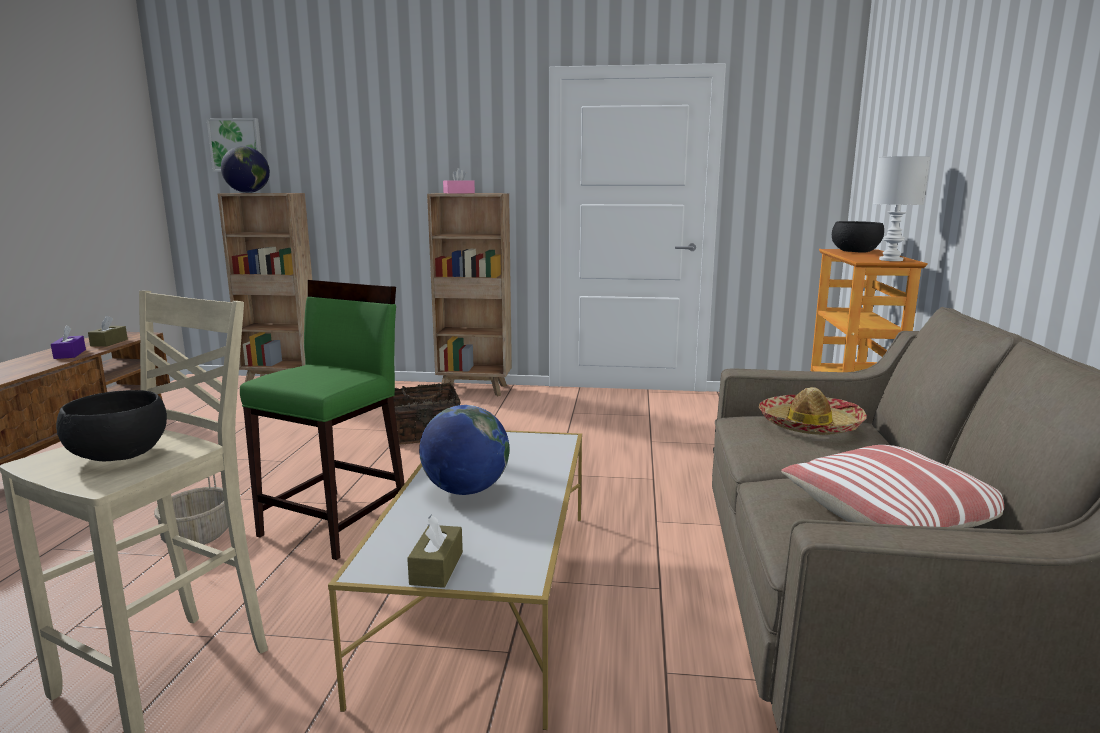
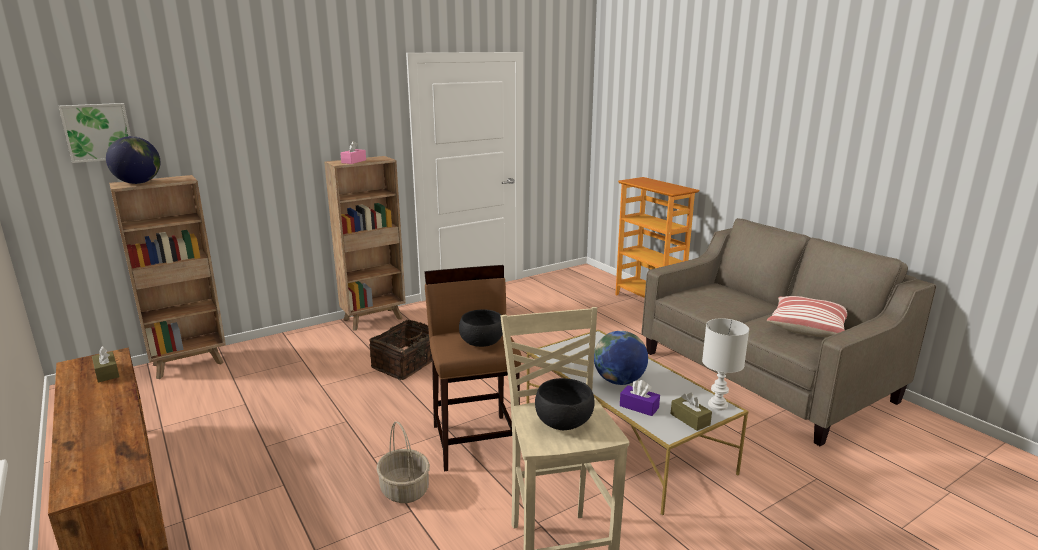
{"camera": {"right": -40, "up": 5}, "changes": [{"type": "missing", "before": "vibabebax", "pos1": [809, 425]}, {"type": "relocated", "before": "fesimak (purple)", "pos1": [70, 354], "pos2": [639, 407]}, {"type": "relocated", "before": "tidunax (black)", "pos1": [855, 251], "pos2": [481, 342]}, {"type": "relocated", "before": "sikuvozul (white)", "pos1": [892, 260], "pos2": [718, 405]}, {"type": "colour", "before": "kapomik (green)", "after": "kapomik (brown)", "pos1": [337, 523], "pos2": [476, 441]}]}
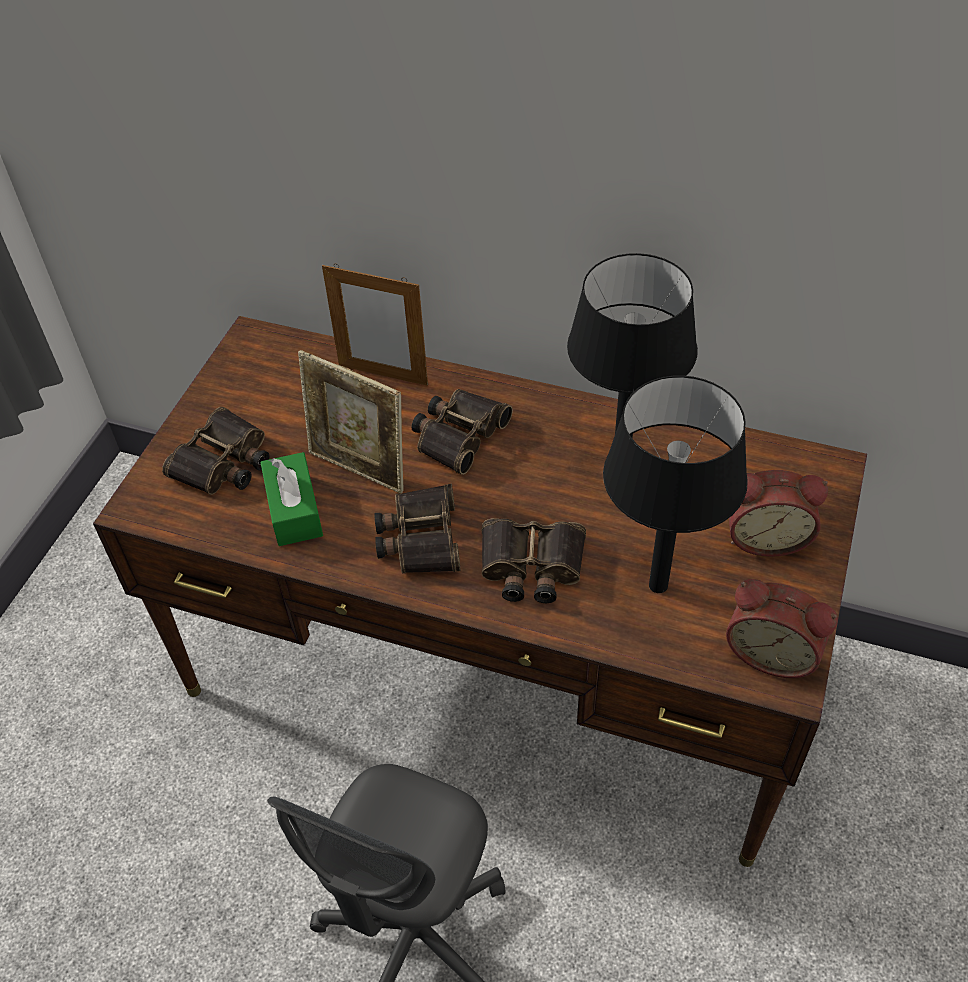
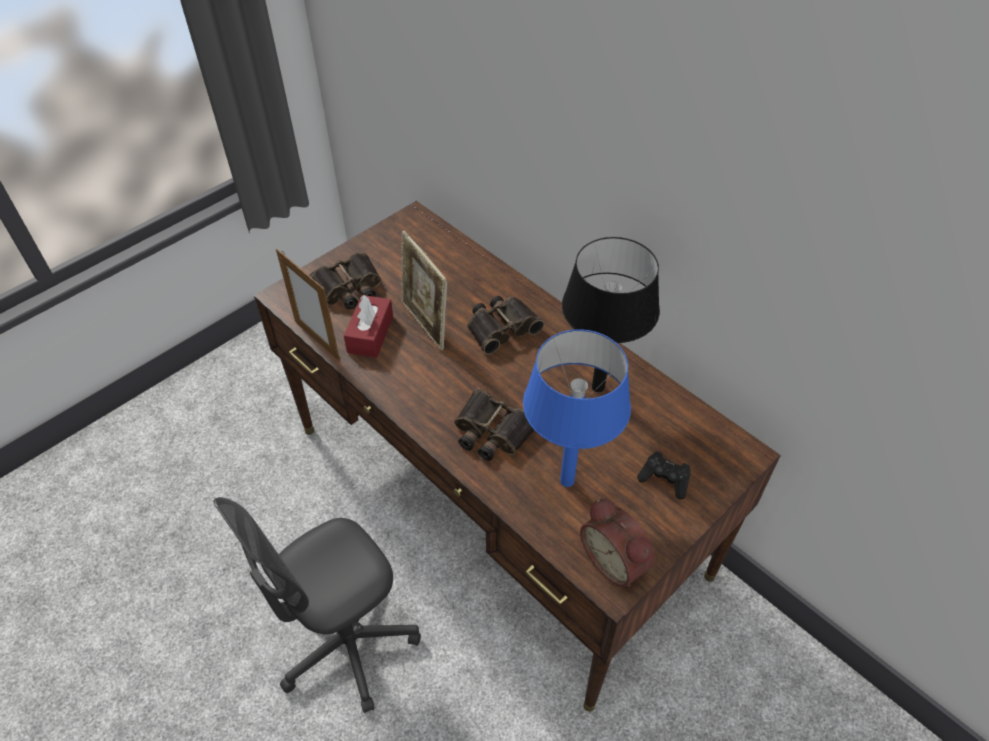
{"camera": {"right": 25, "up": 0}, "changes": [{"type": "missing", "before": "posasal", "pos1": [419, 537]}, {"type": "relocated", "before": "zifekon", "pos1": [383, 374], "pos2": [317, 340]}, {"type": "exchanged", "before": "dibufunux", "after": "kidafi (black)", "pos1": [765, 536], "pos2": [664, 480]}, {"type": "colour", "before": "fesimak (green)", "after": "fesimak (red)", "pos1": [294, 510], "pos2": [370, 334]}, {"type": "colour", "before": "sikuvozul (black)", "after": "sikuvozul (blue)", "pos1": [658, 584], "pos2": [567, 480]}]}
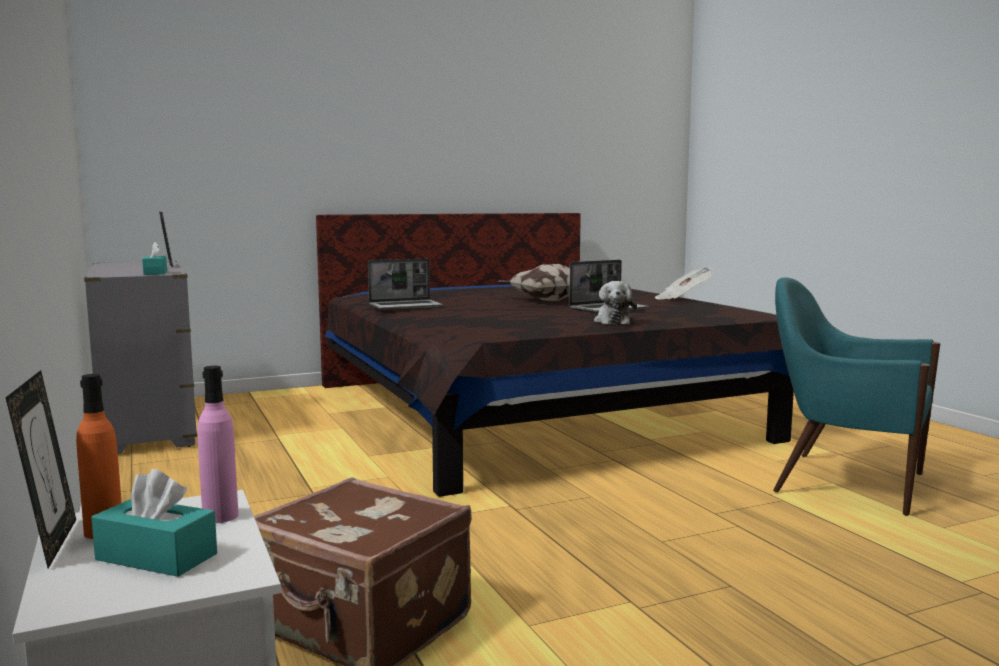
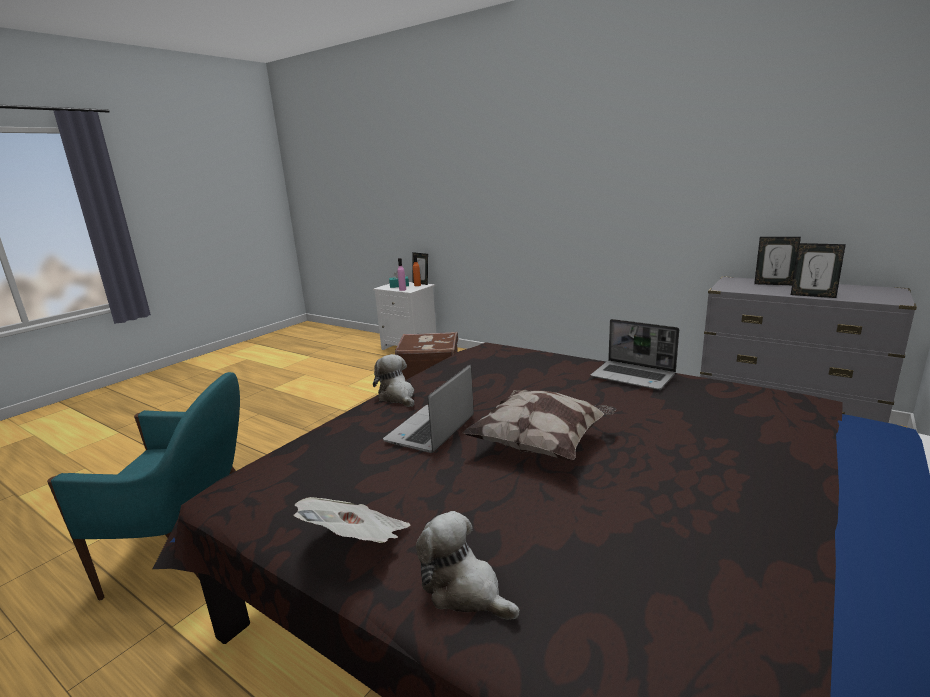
{"camera": {"right": 150, "up": 10}, "changes": [{"type": "missing", "before": "fesimak (turquoise)", "pos1": [155, 273]}, {"type": "appeared", "after": "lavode", "pos2": [465, 590]}, {"type": "appeared", "after": "zifekon", "pos2": [773, 284]}, {"type": "spun", "before": "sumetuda", "pos1": [406, 306], "pos2": [634, 376], "turn": -90}]}
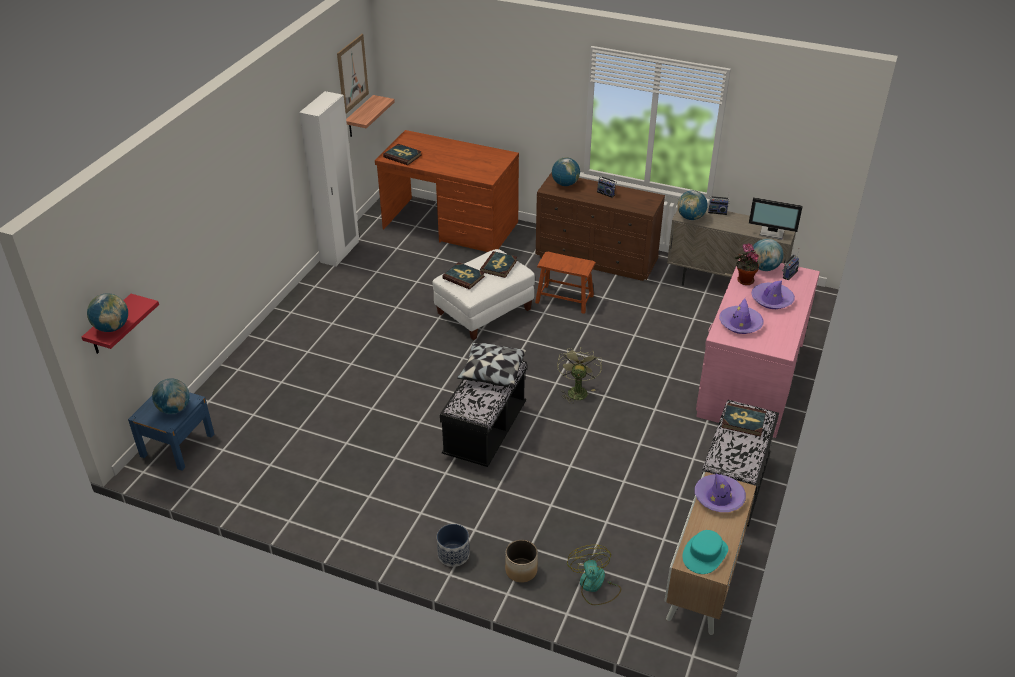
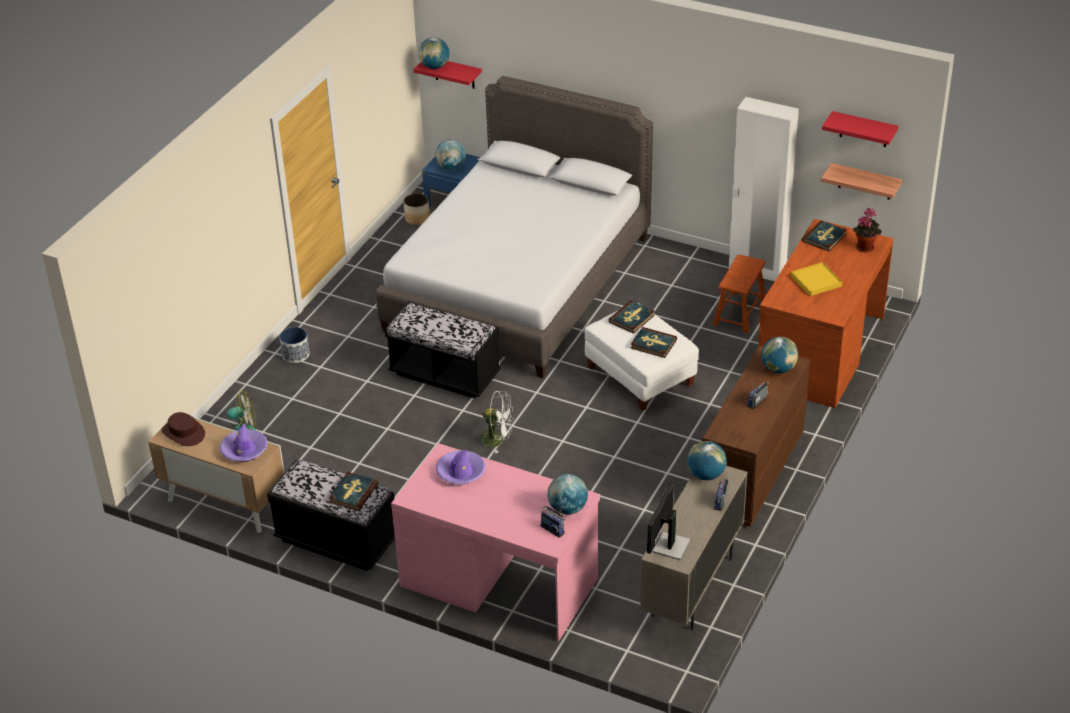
{"camera": {"right": 95, "up": 0}, "changes": [{"type": "missing", "before": "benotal", "pos1": [492, 372]}, {"type": "missing", "before": "vibabebax (purple)", "pos1": [771, 300]}, {"type": "appeared", "after": "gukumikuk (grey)", "pos2": [518, 283]}, {"type": "appeared", "after": "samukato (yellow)", "pos2": [816, 281]}, {"type": "relocated", "before": "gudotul", "pos1": [521, 570], "pos2": [417, 218]}, {"type": "relocated", "before": "kapomik (brown)", "pos1": [564, 299], "pos2": [739, 312]}, {"type": "relocated", "before": "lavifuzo", "pos1": [743, 280], "pos2": [865, 247]}, {"type": "exchanged", "before": "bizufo", "after": "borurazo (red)", "pos1": [352, 74], "pos2": [863, 129]}, {"type": "colour", "before": "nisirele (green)", "after": "nisirele (white)", "pos1": [577, 390], "pos2": [498, 440]}, {"type": "colour", "before": "vibabebax (turquoise)", "after": "vibabebax (brown)", "pos1": [704, 554], "pos2": [184, 433]}]}
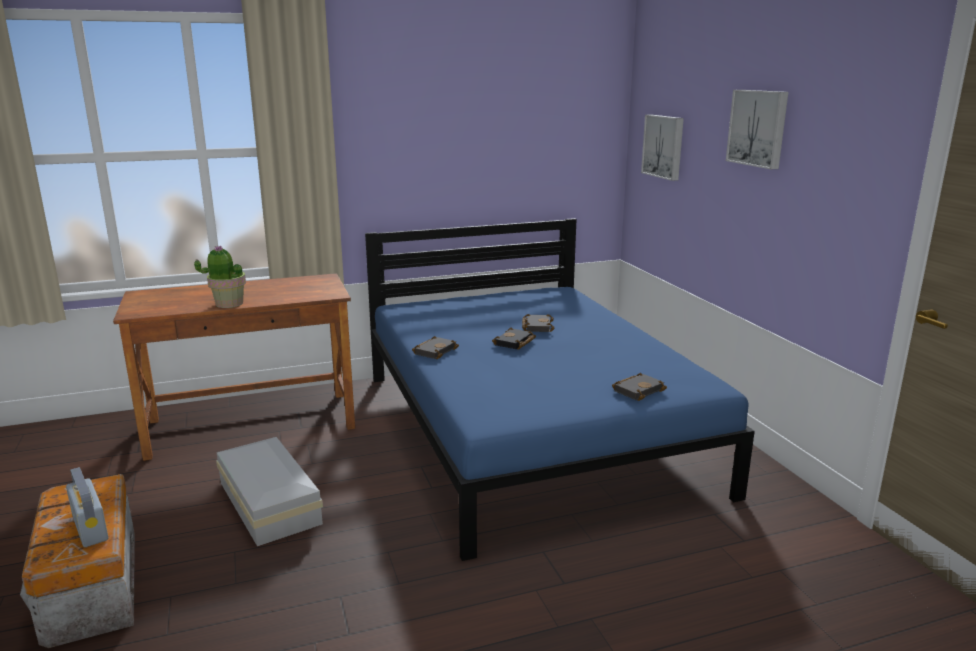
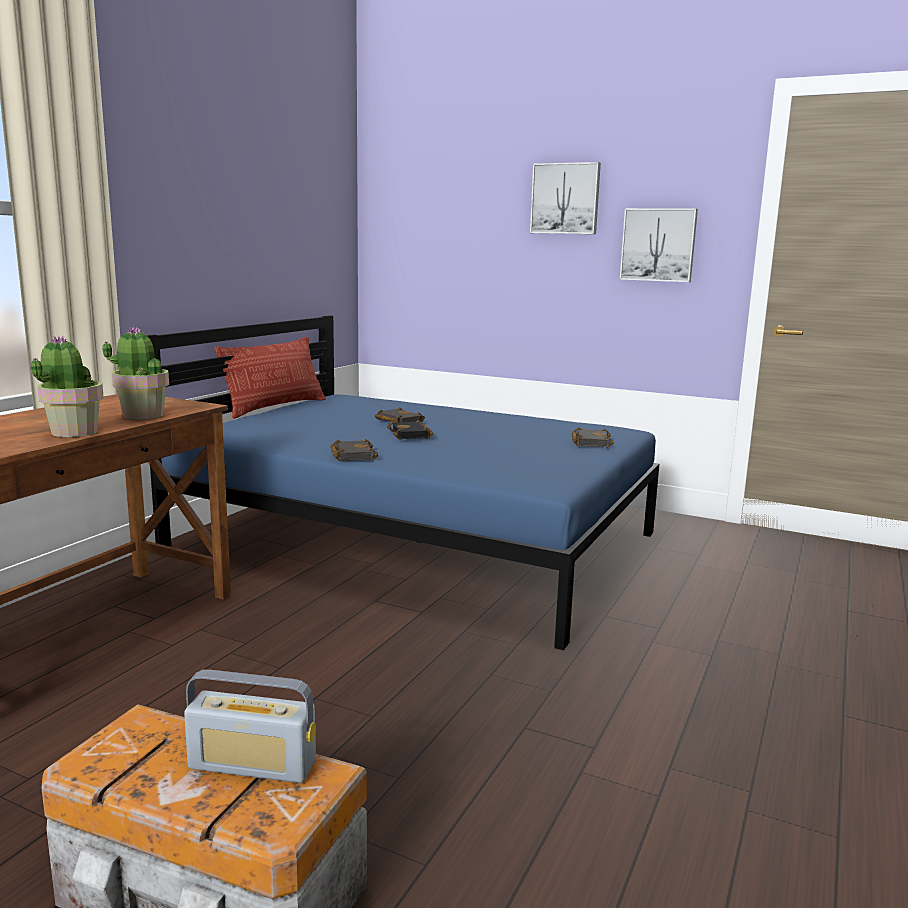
{"camera": {"right": -45, "up": -5}, "changes": [{"type": "missing", "before": "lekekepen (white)", "pos1": [270, 501]}, {"type": "appeared", "after": "lavifuzo", "pos2": [143, 415]}, {"type": "appeared", "after": "benotal", "pos2": [275, 407]}, {"type": "relocated", "before": "bizufo", "pos1": [664, 146], "pos2": [658, 245]}]}
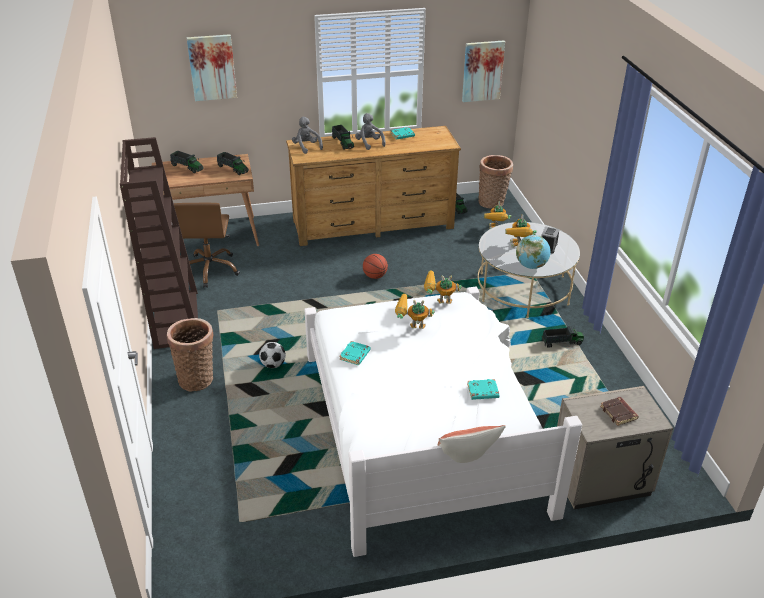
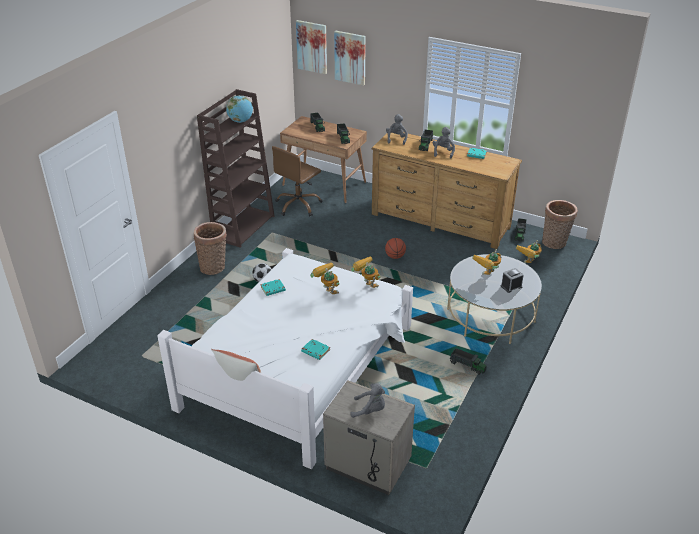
{"camera": {"right": 40, "up": 0}, "changes": [{"type": "relocated", "before": "bizufo", "pos1": [482, 71], "pos2": [312, 46]}, {"type": "relocated", "before": "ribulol", "pos1": [531, 266], "pos2": [240, 121]}, {"type": "exchanged", "before": "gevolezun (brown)", "after": "lavode (grey)", "pos1": [619, 413], "pos2": [370, 410]}]}
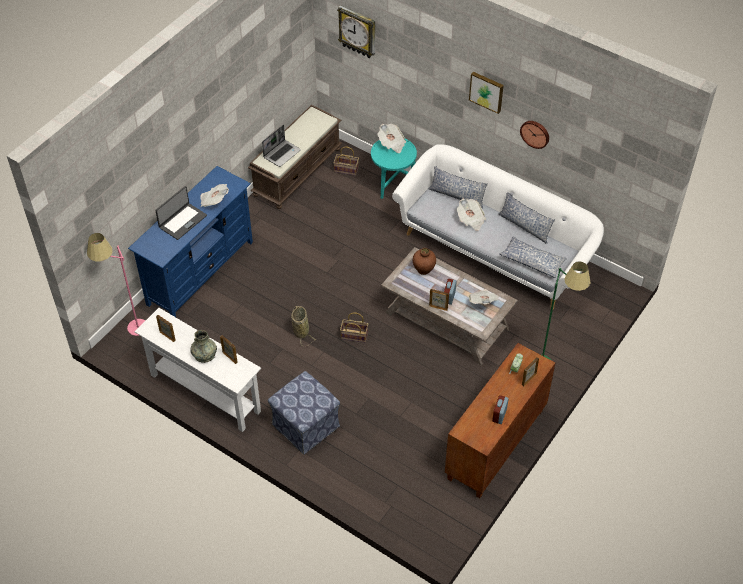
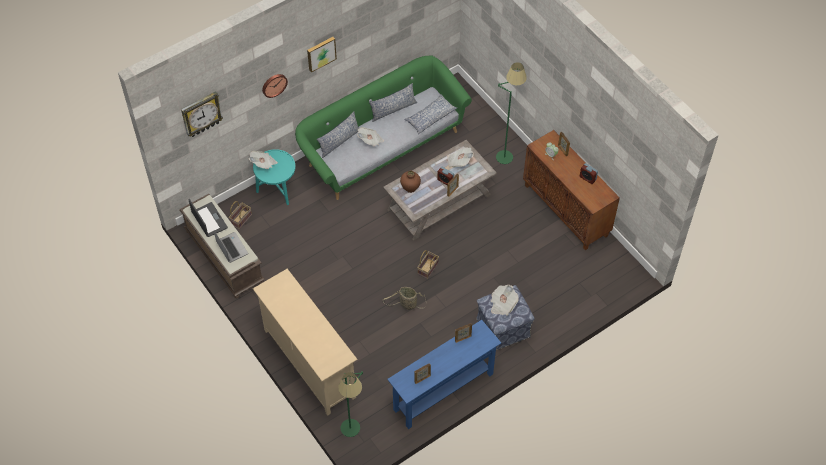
{"camera": {"right": -70, "up": 5}, "changes": [{"type": "missing", "before": "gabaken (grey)", "pos1": [204, 355]}, {"type": "relocated", "before": "sumetuda", "pos1": [182, 221], "pos2": [209, 220]}, {"type": "relocated", "before": "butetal", "pos1": [214, 201], "pos2": [502, 304]}, {"type": "relocated", "before": "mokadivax", "pos1": [535, 133], "pos2": [274, 84]}, {"type": "colour", "before": "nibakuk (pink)", "after": "nibakuk (green)", "pos1": [129, 332], "pos2": [353, 435]}, {"type": "colour", "before": "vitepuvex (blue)", "after": "vitepuvex (beige)", "pos1": [200, 272], "pos2": [309, 363]}, {"type": "colour", "before": "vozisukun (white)", "after": "vozisukun (blue)", "pos1": [205, 393], "pos2": [443, 392]}, {"type": "colour", "before": "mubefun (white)", "after": "mubefun (green)", "pos1": [495, 250], "pos2": [382, 146]}]}
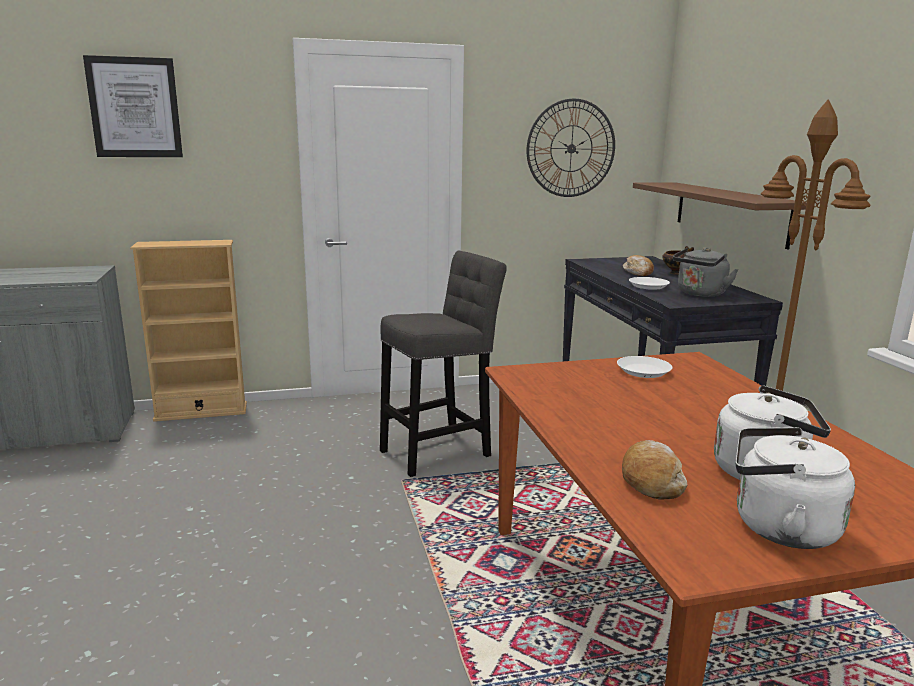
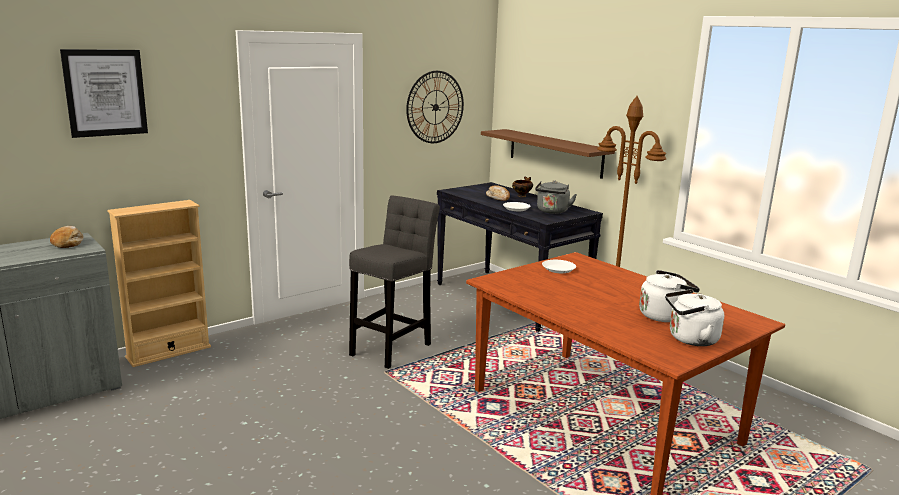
{"camera": {"right": -25, "up": 0}, "changes": [{"type": "relocated", "before": "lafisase", "pos1": [651, 480], "pos2": [68, 243]}]}
